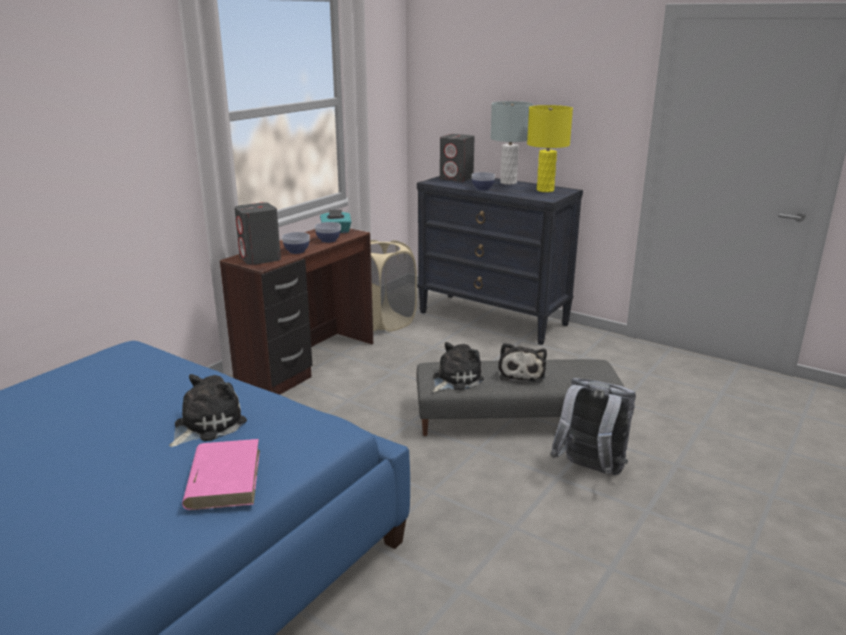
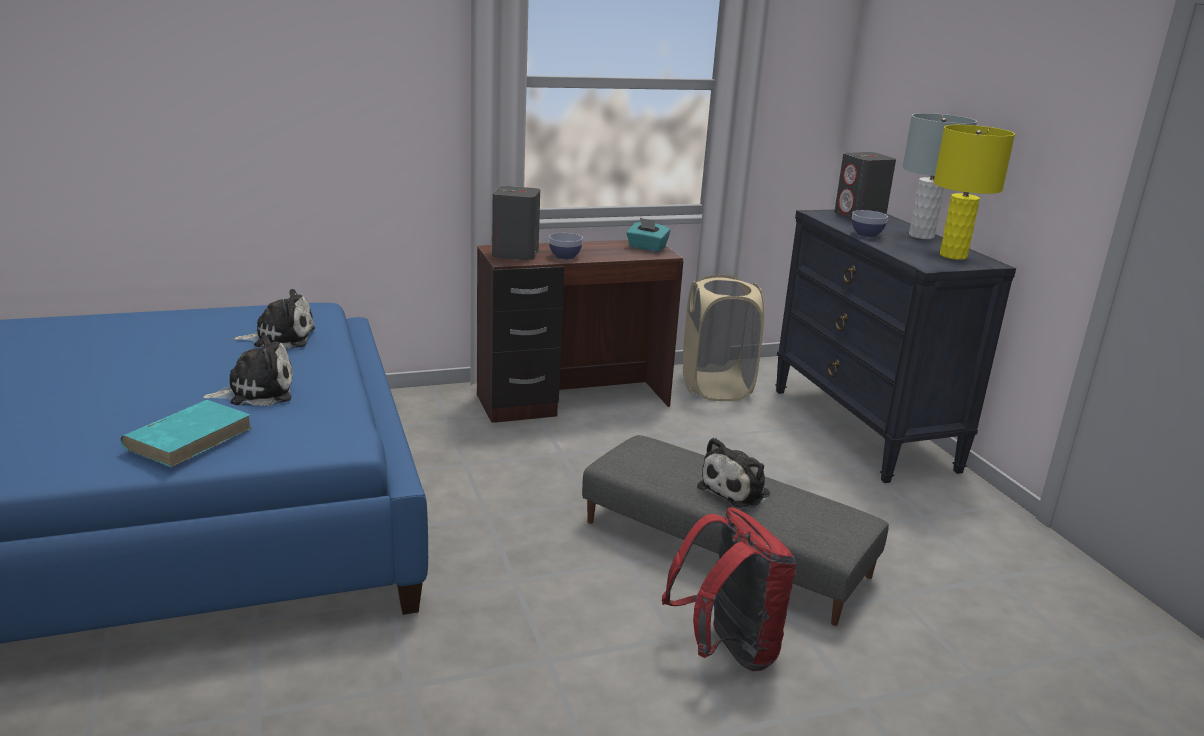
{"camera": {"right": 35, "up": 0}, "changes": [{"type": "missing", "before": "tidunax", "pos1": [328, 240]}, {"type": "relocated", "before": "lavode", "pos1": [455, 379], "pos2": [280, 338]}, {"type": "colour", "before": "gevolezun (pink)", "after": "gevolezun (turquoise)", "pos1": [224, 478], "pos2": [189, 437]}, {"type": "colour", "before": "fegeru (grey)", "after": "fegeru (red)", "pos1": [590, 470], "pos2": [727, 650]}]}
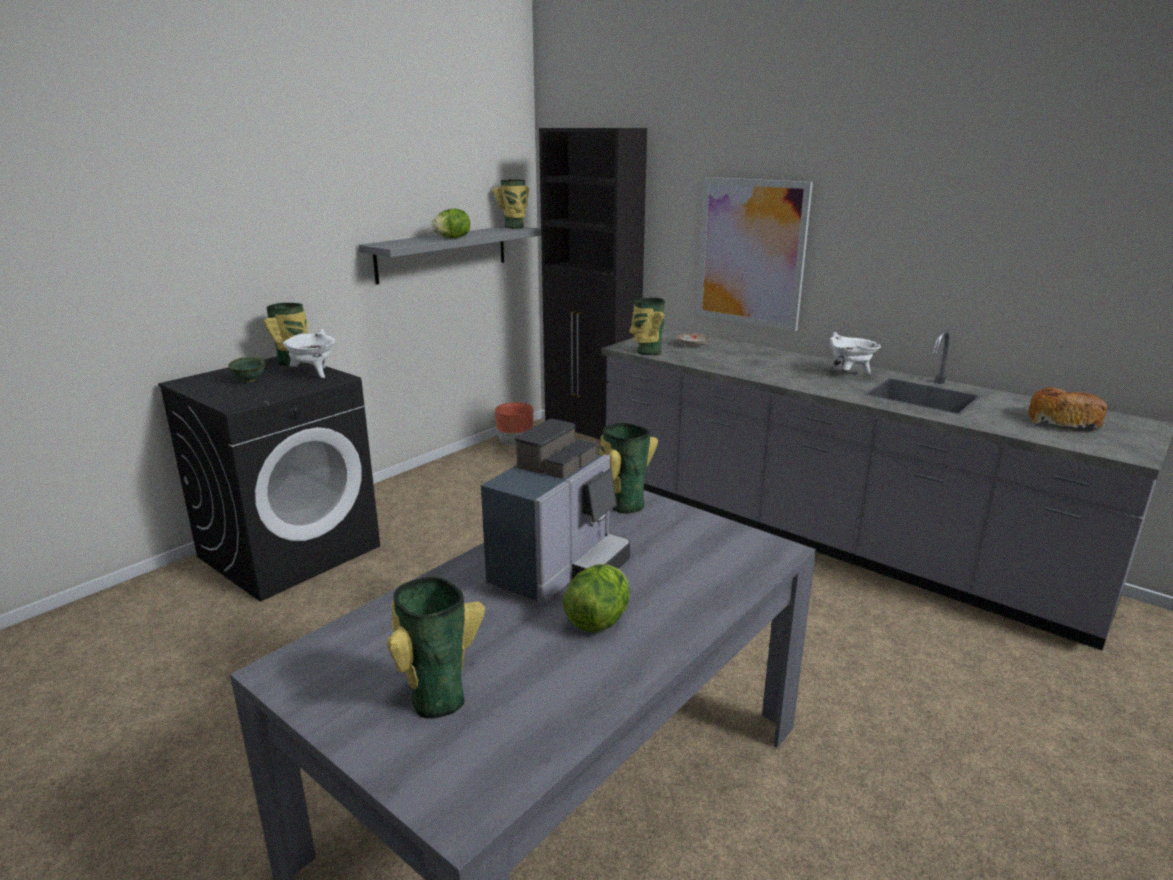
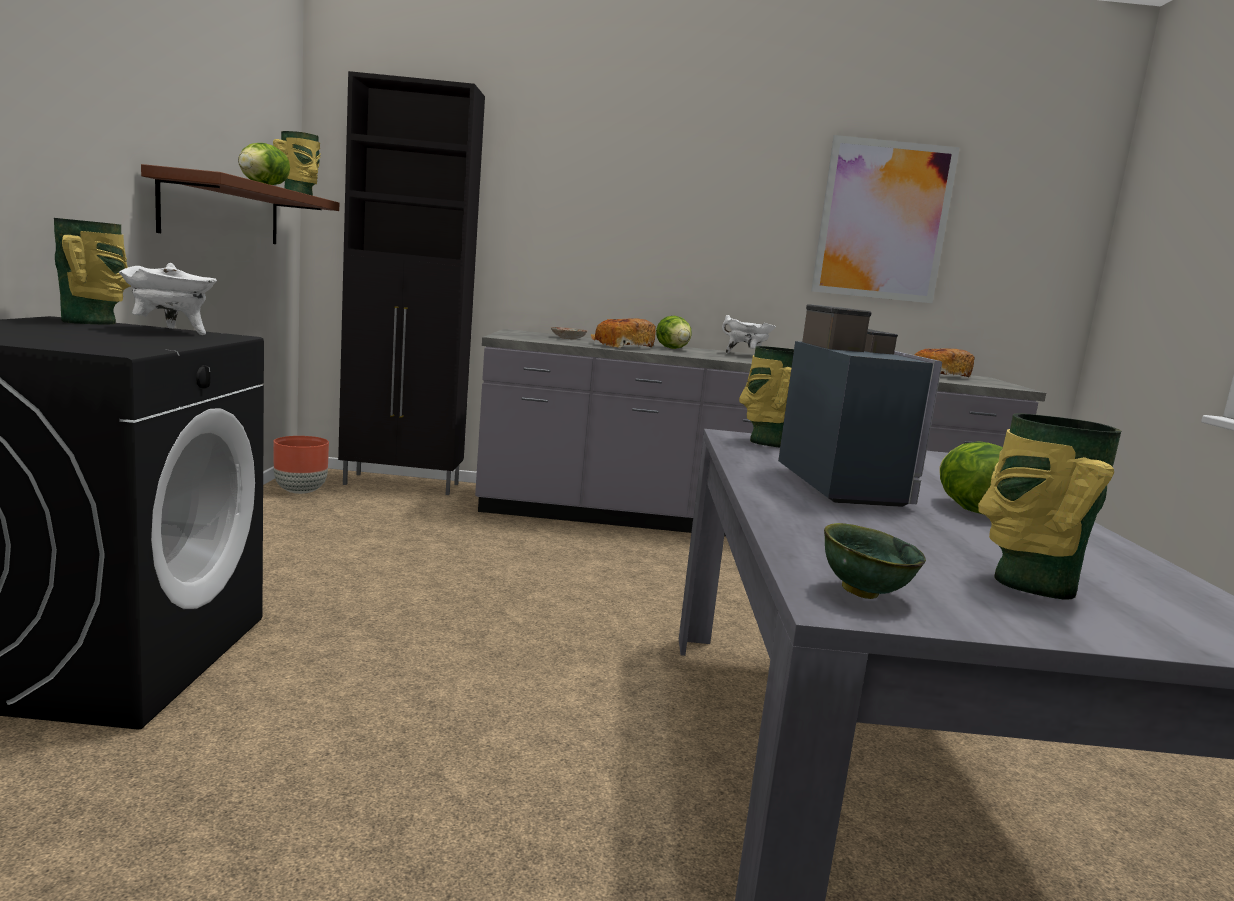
{"camera": {"right": -40, "up": -10}, "changes": [{"type": "missing", "before": "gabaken", "pos1": [647, 352]}, {"type": "appeared", "after": "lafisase", "pos2": [622, 347]}, {"type": "appeared", "after": "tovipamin", "pos2": [673, 349]}, {"type": "relocated", "before": "tidunax (green)", "pos1": [250, 380], "pos2": [863, 592]}, {"type": "relocated", "before": "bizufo", "pos1": [751, 253], "pos2": [883, 221]}, {"type": "colour", "before": "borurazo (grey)", "after": "borurazo (brown)", "pos1": [443, 253], "pos2": [223, 211]}]}
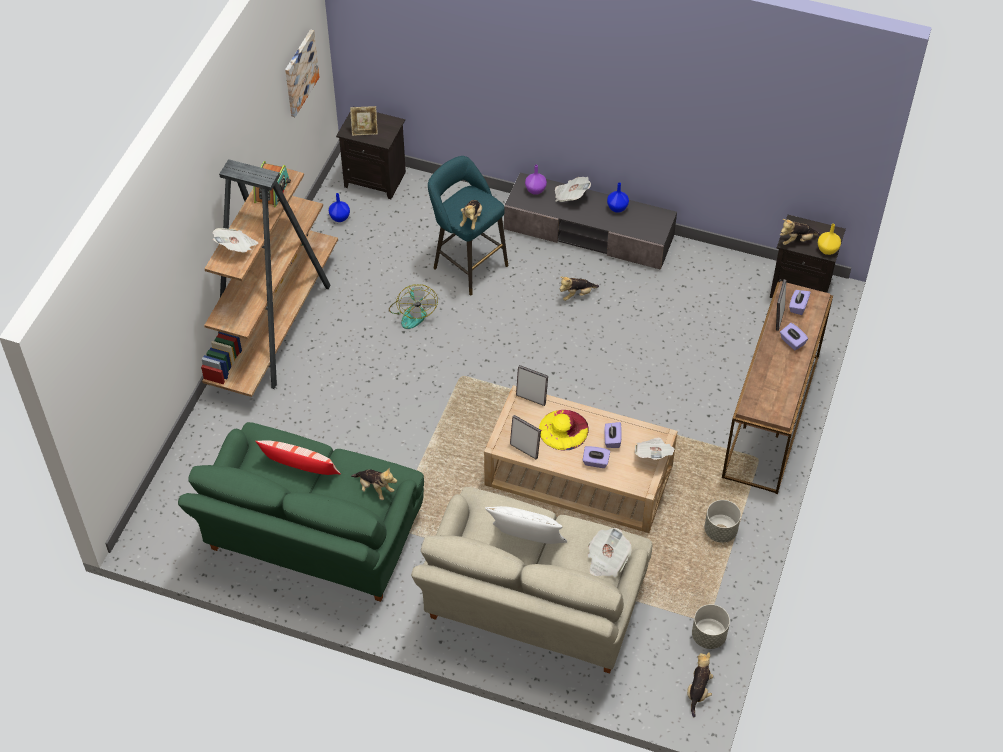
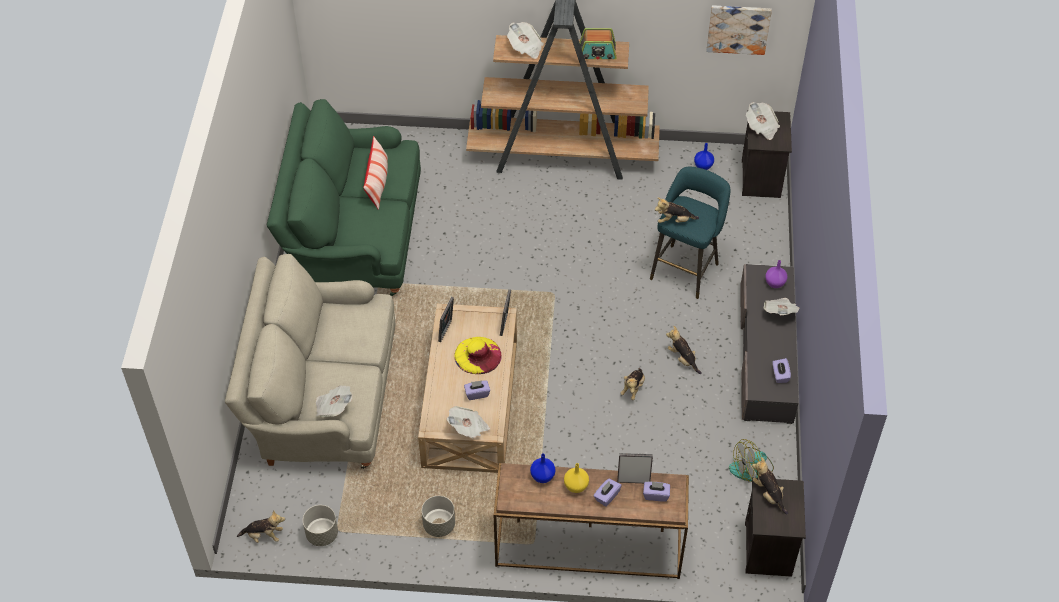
{"camera": {"right": 75, "up": 0}, "changes": [{"type": "missing", "before": "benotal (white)", "pos1": [526, 543]}, {"type": "relocated", "before": "lavode", "pos1": [375, 489], "pos2": [633, 388]}, {"type": "relocated", "before": "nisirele", "pos1": [412, 312], "pos2": [751, 469]}, {"type": "relocated", "before": "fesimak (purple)", "pos1": [595, 462], "pos2": [780, 375]}, {"type": "relocated", "before": "gabaken (blue)", "pos1": [617, 208], "pos2": [543, 477]}, {"type": "relocated", "before": "gabaken (yellow)", "pos1": [827, 250], "pos2": [575, 486]}, {"type": "exchanged", "before": "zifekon", "after": "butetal", "pos1": [365, 131], "pos2": [762, 127]}]}
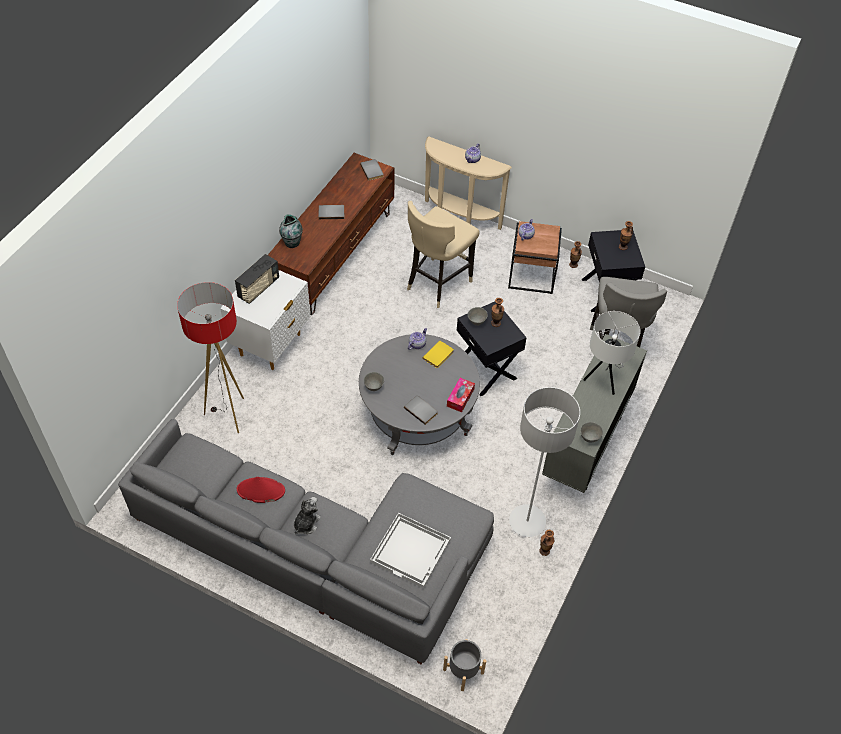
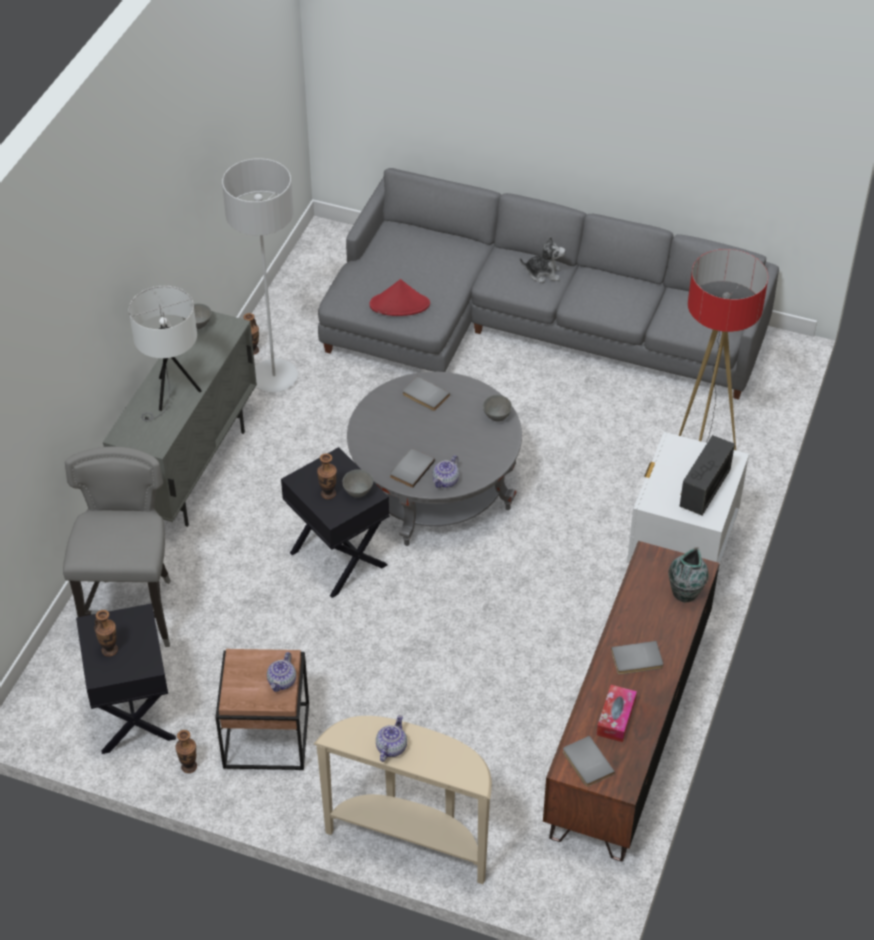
{"camera": {"right": 175, "up": -5}, "changes": [{"type": "missing", "before": "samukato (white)", "pos1": [411, 550]}, {"type": "missing", "before": "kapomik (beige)", "pos1": [437, 284]}, {"type": "missing", "before": "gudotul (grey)", "pos1": [463, 671]}, {"type": "relocated", "before": "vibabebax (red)", "pos1": [260, 490], "pos2": [400, 305]}, {"type": "relocated", "before": "fesimak", "pos1": [460, 398], "pos2": [616, 718]}, {"type": "colour", "before": "gevolezun (yellow)", "after": "gevolezun (grey)", "pos1": [439, 355], "pos2": [410, 469]}, {"type": "spun", "before": "lavode", "pos1": [306, 523], "pos2": [543, 273], "turn": -105}]}
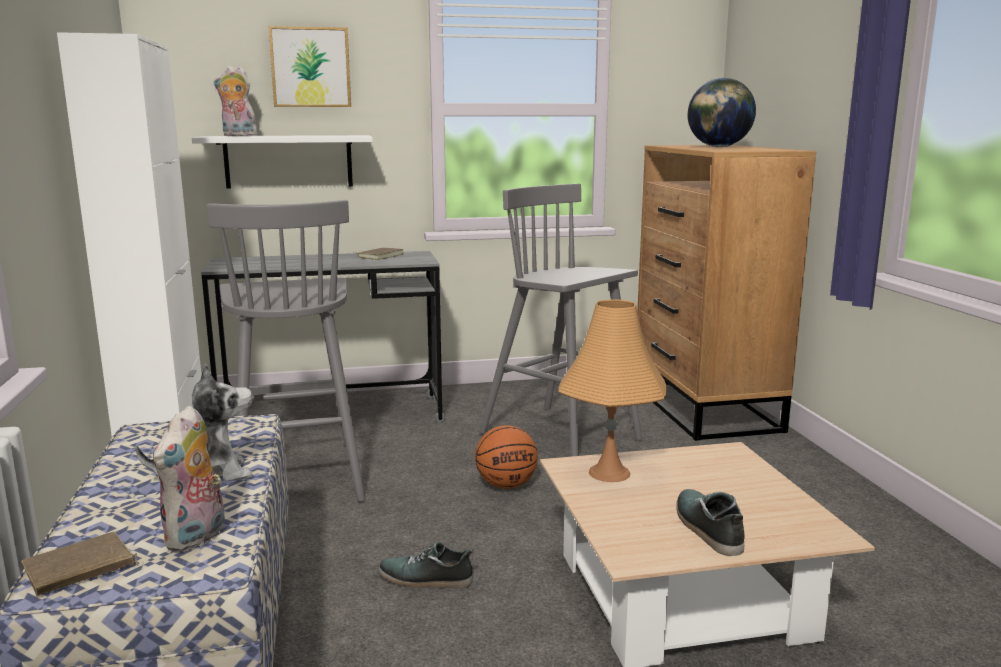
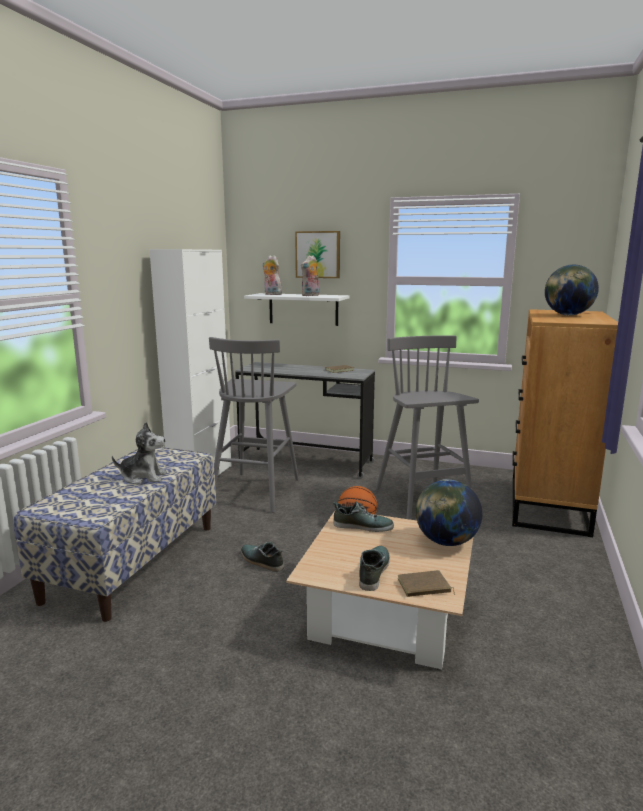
{"camera": {"right": 30, "up": 0}, "changes": [{"type": "appeared", "after": "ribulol", "pos2": [446, 542]}, {"type": "relocated", "before": "gevolezun (brown)", "pos1": [80, 570], "pos2": [424, 587]}, {"type": "relocated", "before": "lavode", "pos1": [197, 538], "pos2": [311, 295]}, {"type": "exchanged", "before": "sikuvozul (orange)", "after": "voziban", "pos1": [609, 472], "pos2": [363, 526]}]}
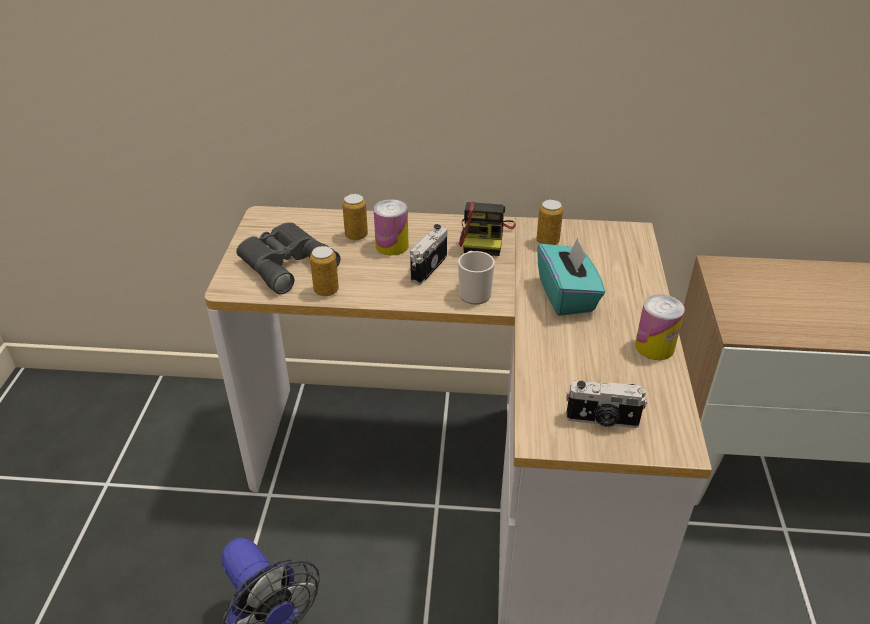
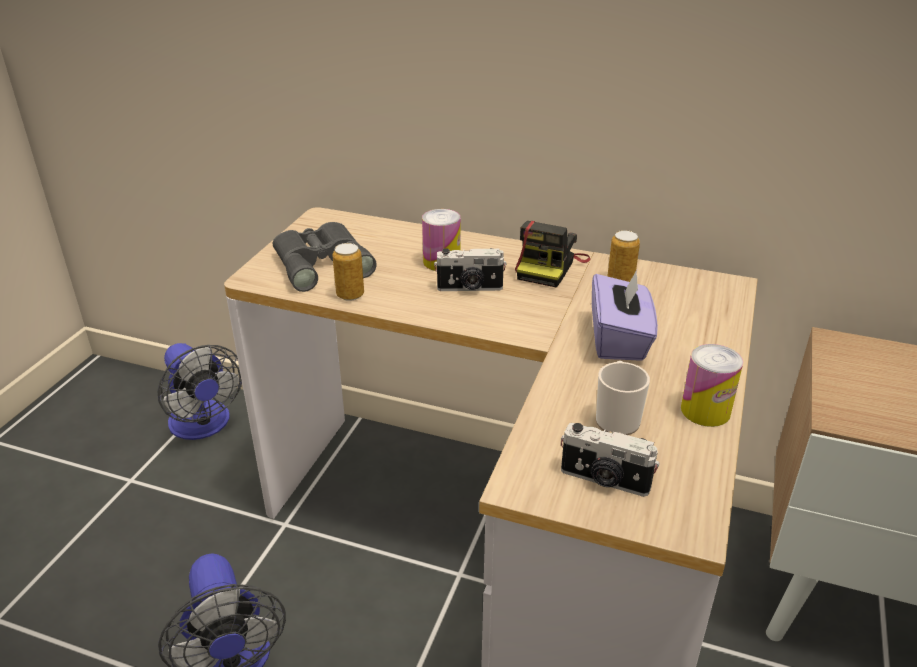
{"camera": {"right": 15, "up": -5}, "changes": [{"type": "missing", "before": "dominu", "pos1": [356, 235]}, {"type": "appeared", "after": "nisirele", "pos2": [204, 426]}, {"type": "relocated", "before": "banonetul", "pos1": [474, 292], "pos2": [617, 418]}, {"type": "colour", "before": "fesimak (turquoise)", "after": "fesimak (purple)", "pos1": [567, 296], "pos2": [619, 340]}, {"type": "spun", "before": "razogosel", "pos1": [427, 267], "pos2": [470, 288], "turn": -135}]}
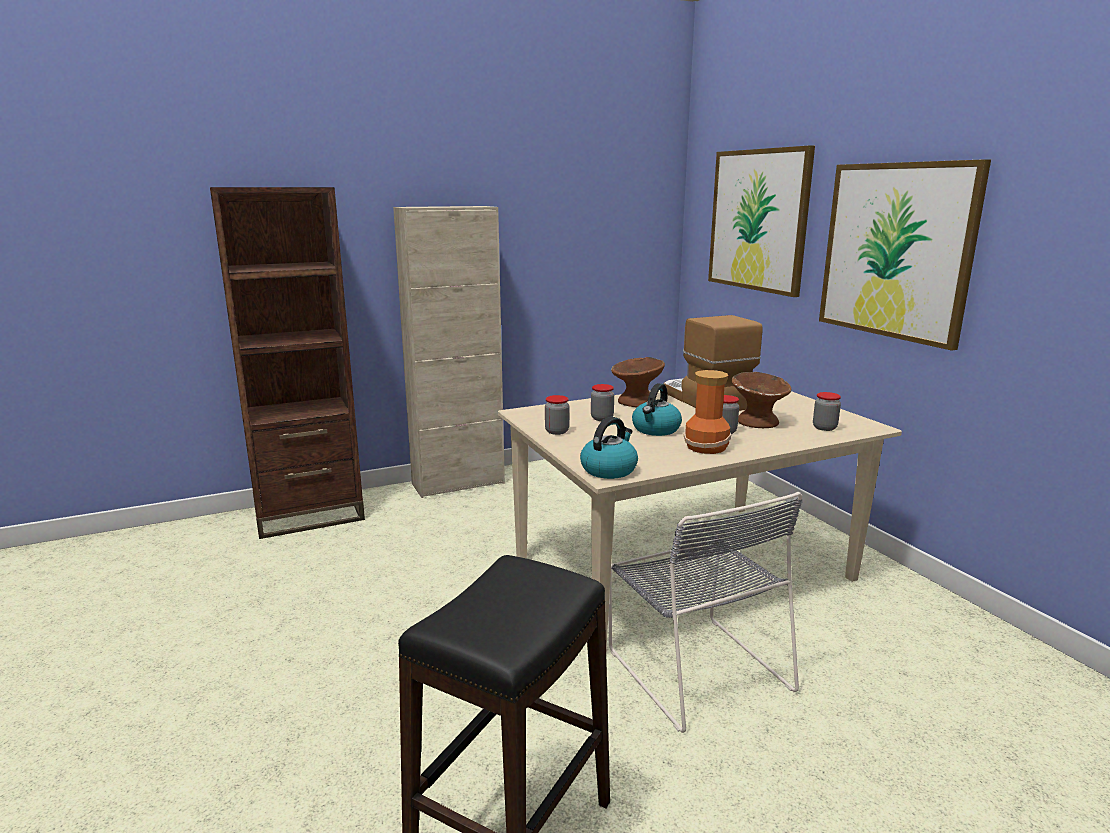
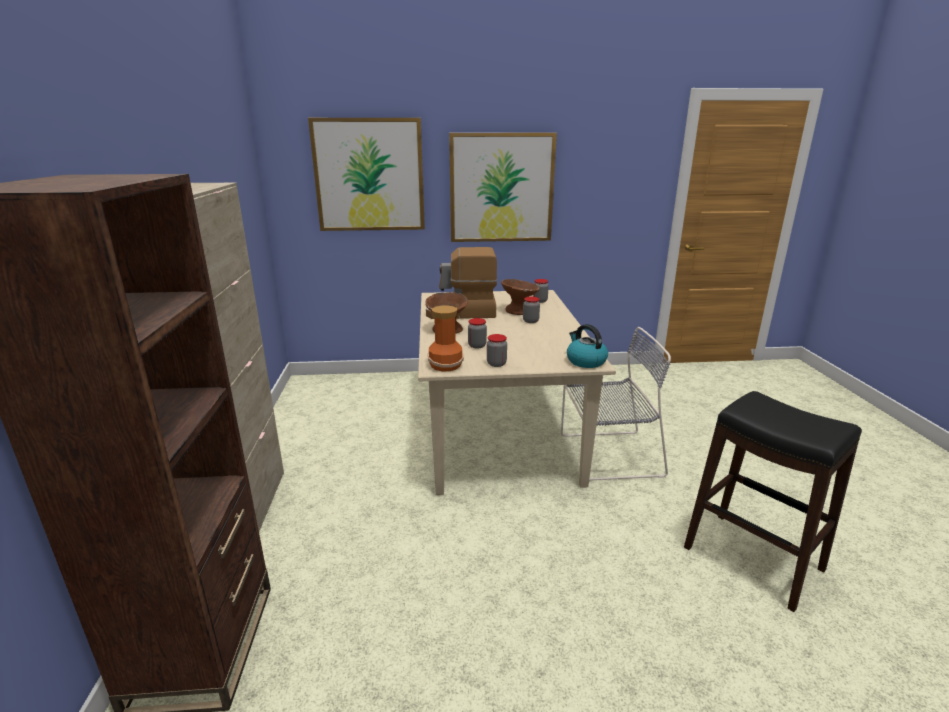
{"camera": {"right": -70, "up": 5}, "changes": [{"type": "missing", "before": "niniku", "pos1": [656, 430]}, {"type": "relocated", "before": "gabaken", "pos1": [707, 447], "pos2": [445, 365]}]}
